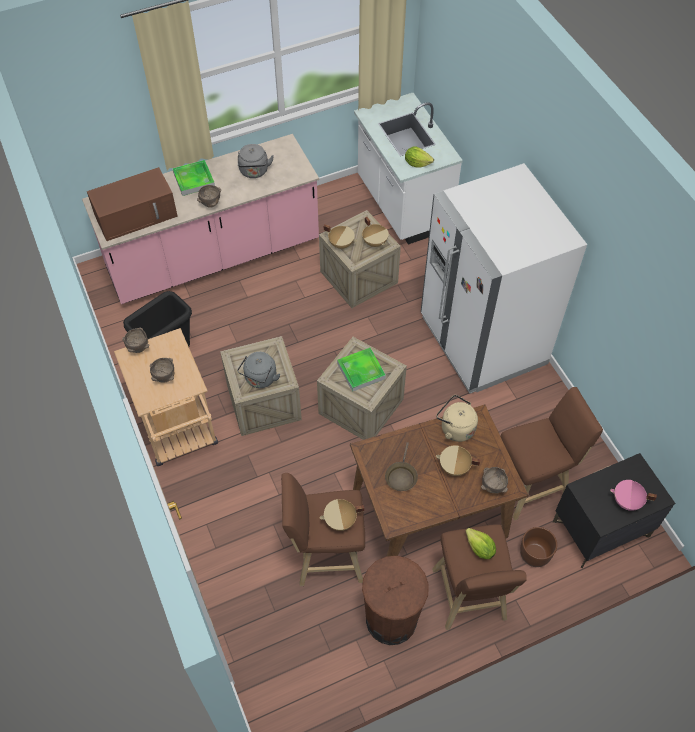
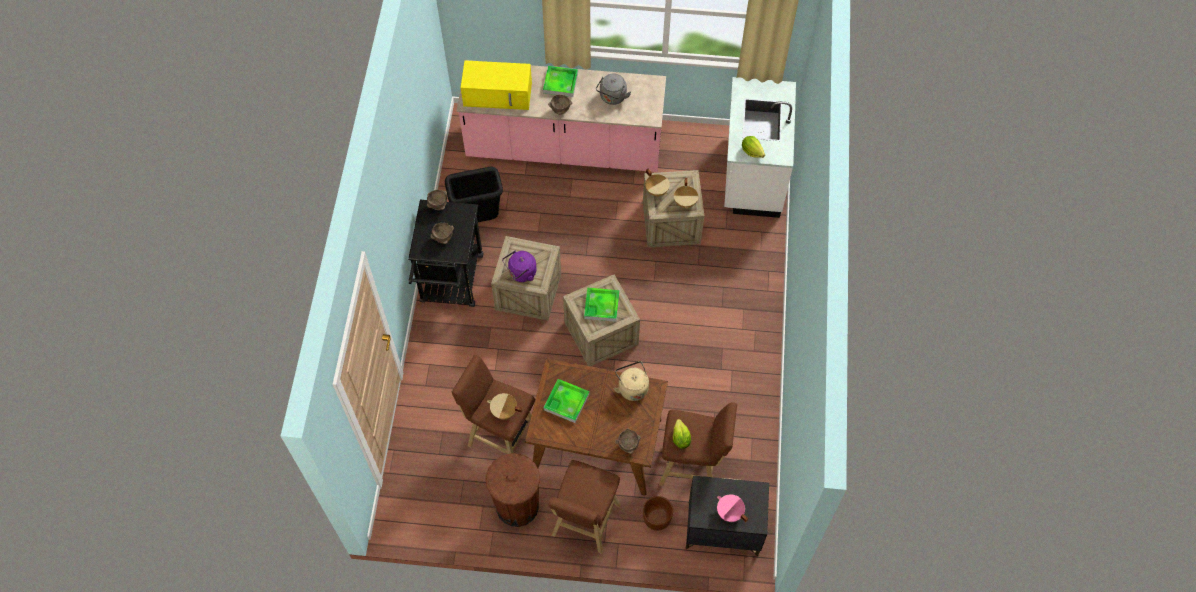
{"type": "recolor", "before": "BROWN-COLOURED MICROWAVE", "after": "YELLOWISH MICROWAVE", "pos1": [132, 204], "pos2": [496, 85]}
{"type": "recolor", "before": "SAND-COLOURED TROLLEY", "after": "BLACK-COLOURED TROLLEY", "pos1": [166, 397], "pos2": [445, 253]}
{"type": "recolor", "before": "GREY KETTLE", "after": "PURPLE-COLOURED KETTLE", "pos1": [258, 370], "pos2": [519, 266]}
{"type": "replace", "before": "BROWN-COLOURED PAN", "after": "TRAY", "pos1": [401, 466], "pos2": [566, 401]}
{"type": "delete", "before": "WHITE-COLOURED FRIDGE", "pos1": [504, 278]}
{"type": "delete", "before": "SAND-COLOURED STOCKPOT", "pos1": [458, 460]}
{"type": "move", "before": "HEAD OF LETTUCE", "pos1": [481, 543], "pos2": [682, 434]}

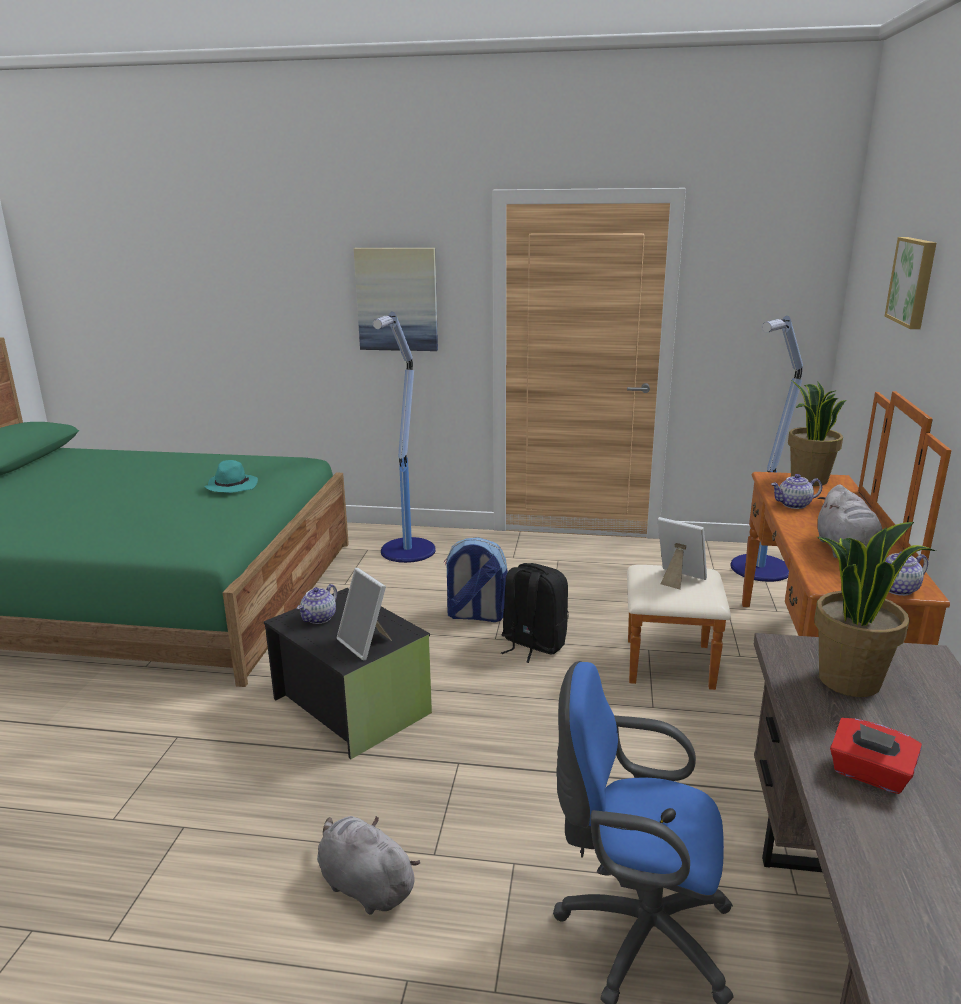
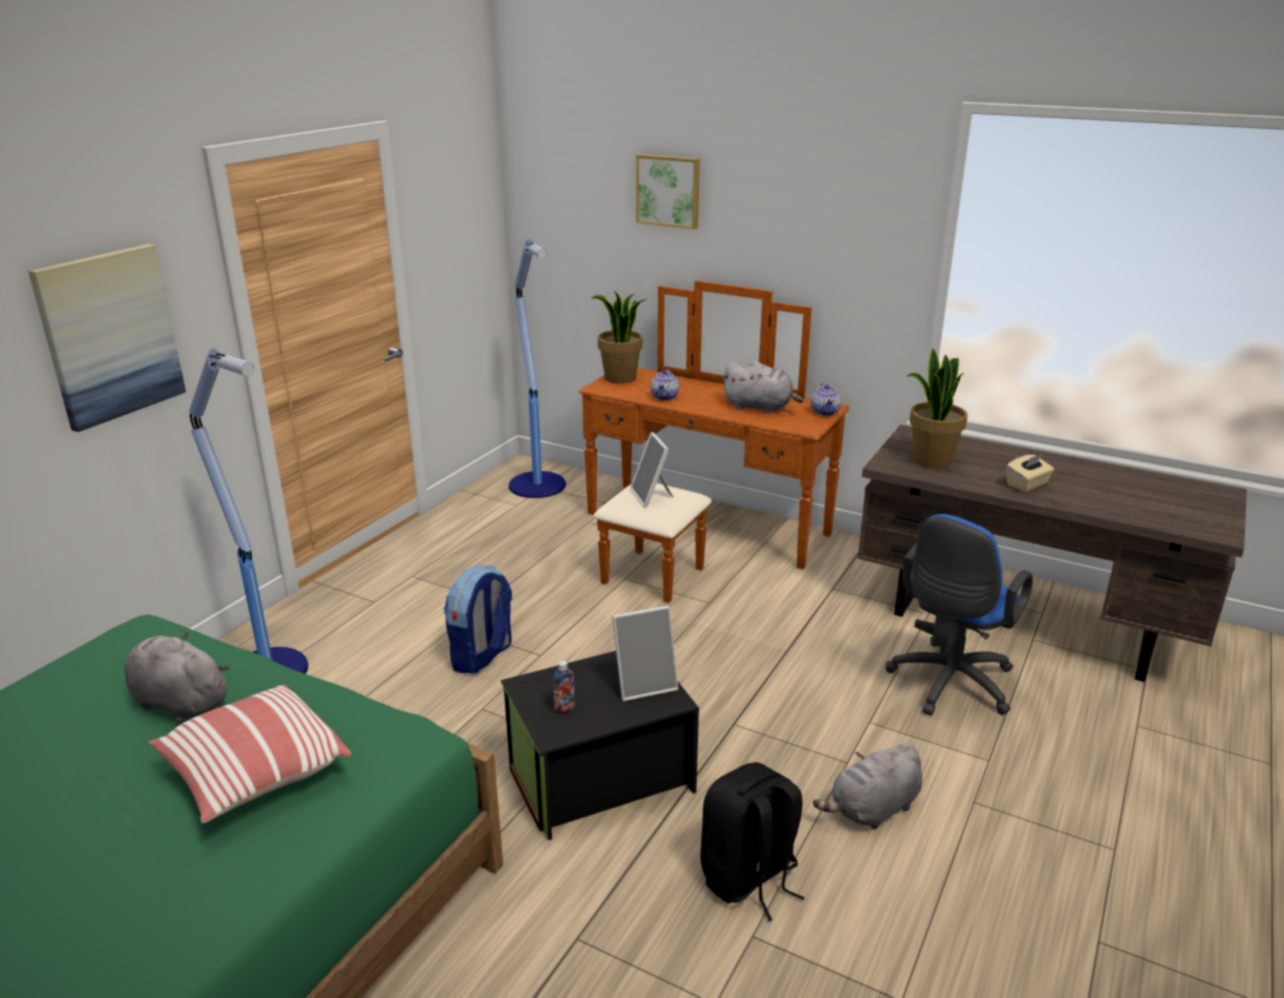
{"type": "replace", "before": "TURQUOISE WEARABLE HAT", "after": "GREY PLUSH TOY", "pos1": [231, 476], "pos2": [177, 677]}
{"type": "replace", "before": "TEAPOT", "after": "BOTTLE", "pos1": [317, 604], "pos2": [564, 687]}
{"type": "move", "before": "BLACK-COLOURED KNAPSACK", "pos1": [534, 613], "pos2": [753, 841]}
{"type": "rotate", "before": "STANDING FRAME", "pos1": [682, 553], "pos2": [651, 469], "turn": -75}
{"type": "recolor", "before": "RED-COLOURED BOX OF TISSUES", "after": "SAND-COLOURED BOX OF TISSUES", "pos1": [876, 756], "pos2": [1030, 473]}
{"type": "insert", "after": "PILLOW", "pos2": [250, 753]}

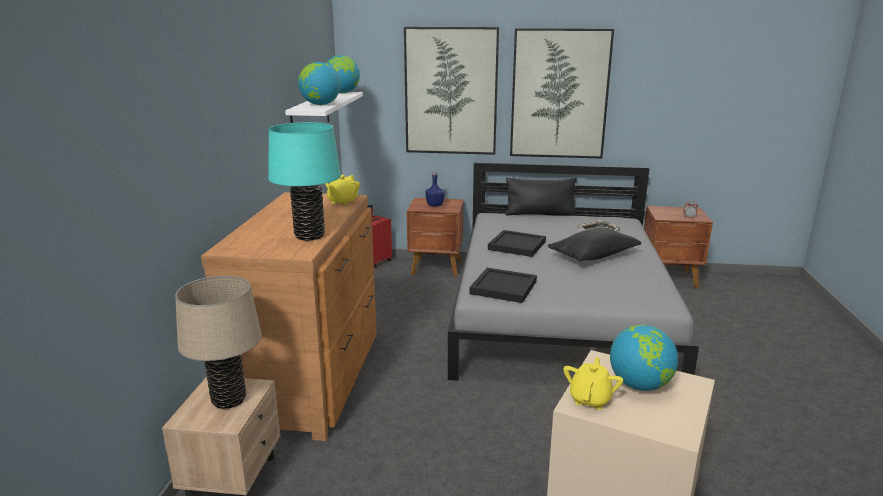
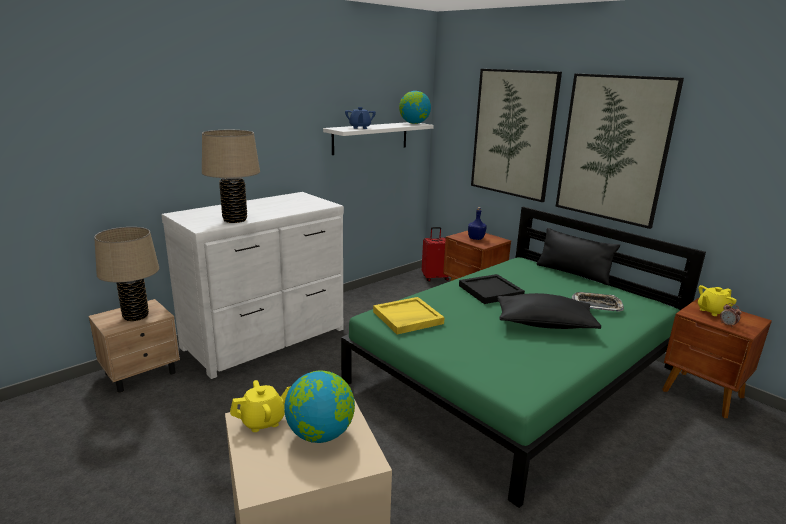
{"type": "recolor", "before": "BROWN-COLOURED CHEST OF DRAWERS", "after": "WHITE-COLOURED CHEST OF DRAWERS", "pos1": [289, 316], "pos2": [252, 285]}
{"type": "recolor", "before": "TURQUOISE LAMP FOR A TABLE", "after": "SAND-COLOURED LAMP FOR A TABLE", "pos1": [304, 181], "pos2": [231, 176]}
{"type": "replace", "before": "DESK GLOBE", "after": "BLUISH TEAPOT", "pos1": [319, 83], "pos2": [360, 118]}
{"type": "move", "before": "YELLOWISH TEAPOT", "pos1": [342, 190], "pos2": [717, 300]}
{"type": "recolor", "before": "GREY SLEEPING BED", "after": "GREENISH SLEEPING BED", "pos1": [573, 272], "pos2": [523, 357]}
{"type": "recolor", "before": "BLACK-COLOURED TRAY", "after": "YELLOWISH TRAY", "pos1": [503, 285], "pos2": [409, 316]}

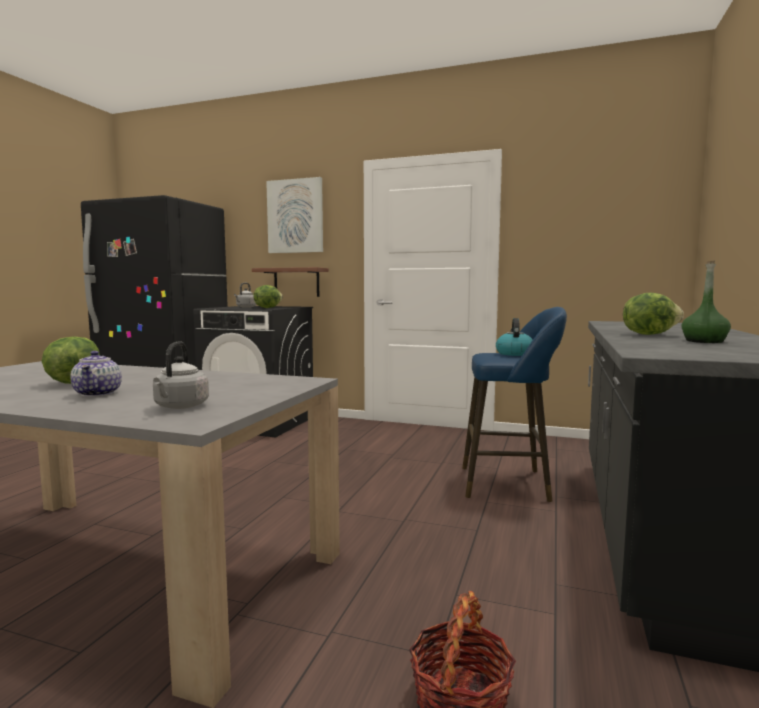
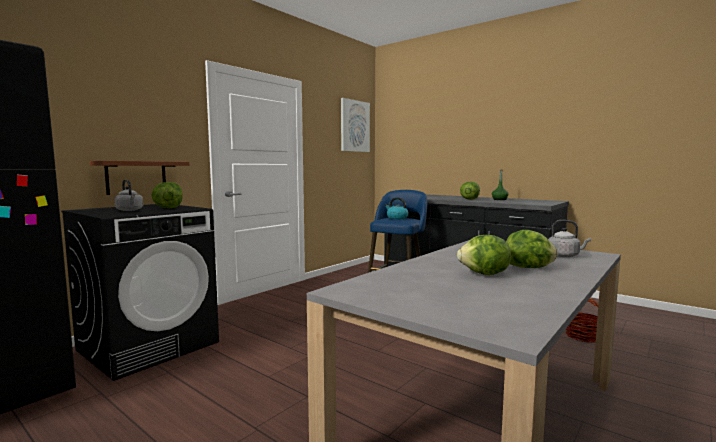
{"type": "replace", "before": "TEAPOT", "after": "HEAD OF LETTUCE", "pos1": [96, 374], "pos2": [532, 249]}
{"type": "move", "before": "PICTURE", "pos1": [294, 215], "pos2": [355, 125]}

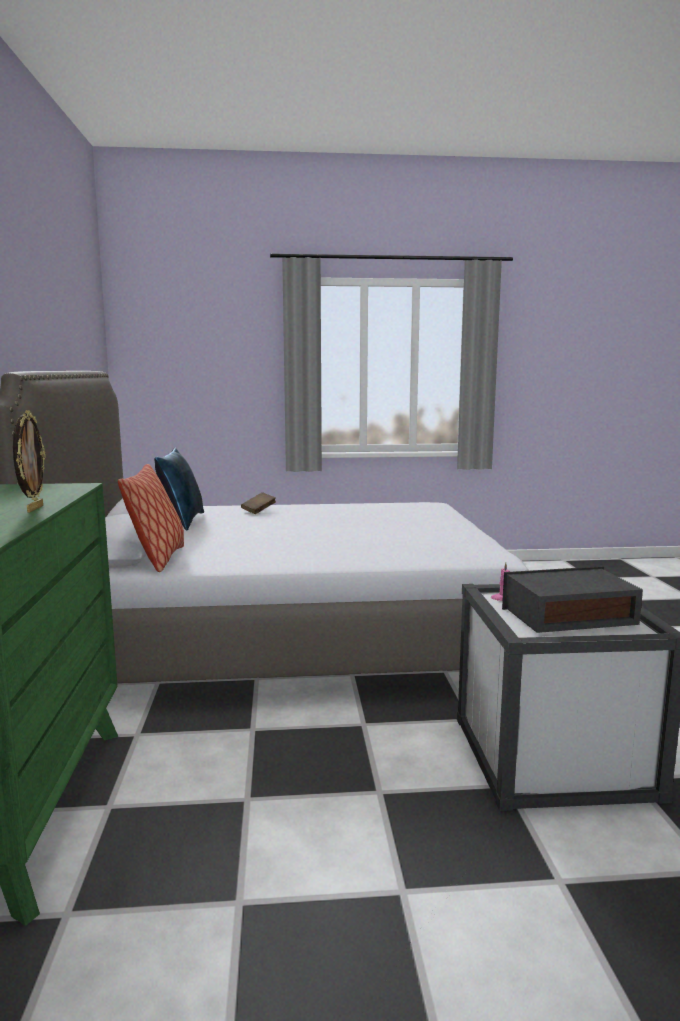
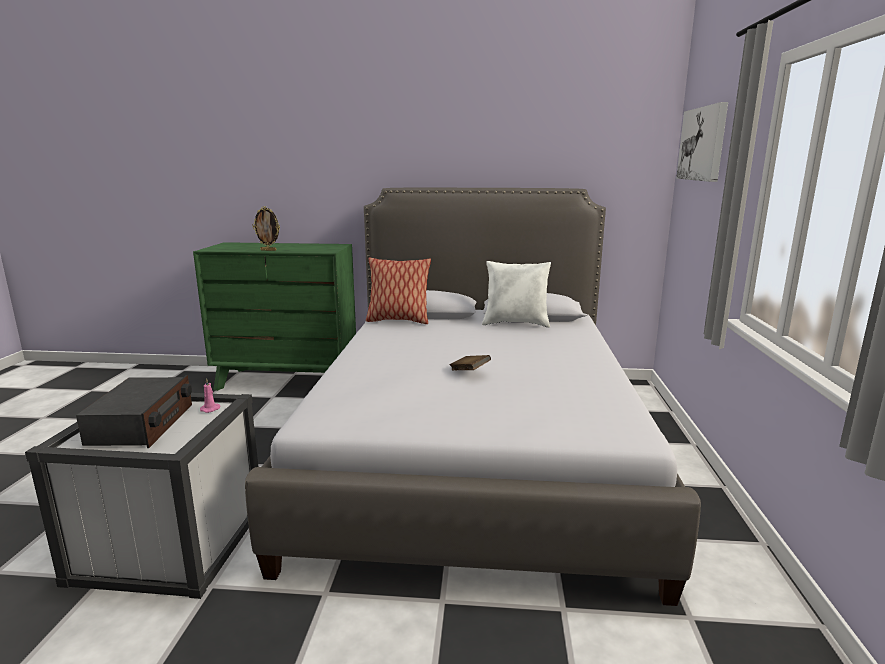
{"type": "recolor", "before": "BLUISH PILLOW", "after": "WHITE-COLOURED PILLOW", "pos1": [179, 489], "pos2": [516, 294]}
{"type": "move", "before": "BROWN-COLOURED BOOK", "pos1": [258, 503], "pos2": [470, 362]}
{"type": "insert", "after": "PICTURE", "pos2": [702, 142]}

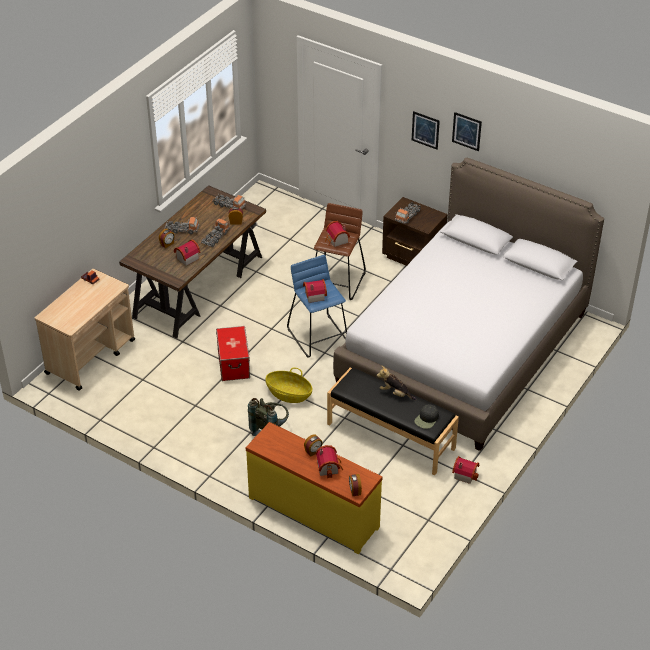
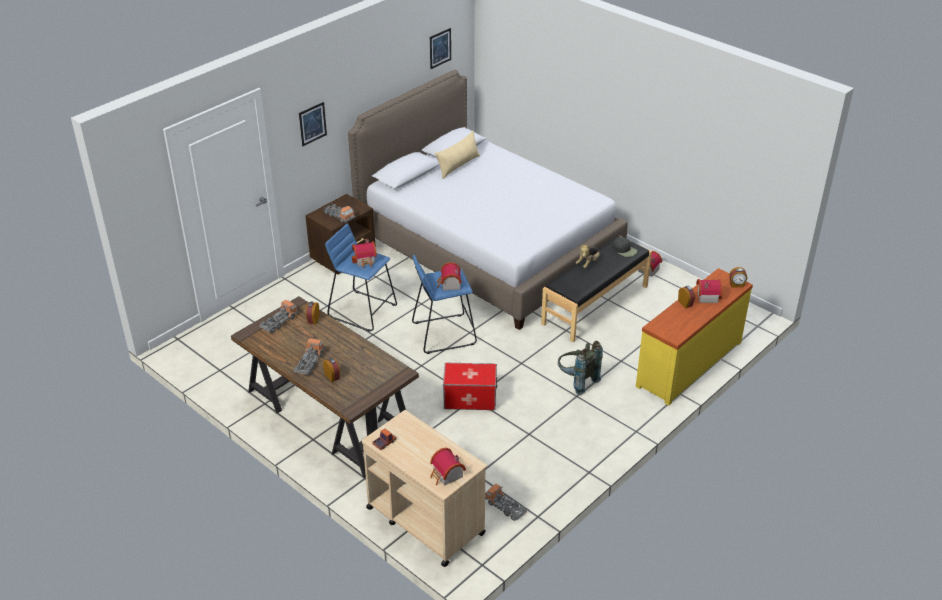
{"type": "move", "before": "TOY HOUSE", "pos1": [187, 252], "pos2": [448, 467]}
{"type": "move", "before": "TOY LORRY", "pos1": [215, 233], "pos2": [506, 502]}
{"type": "delete", "before": "BASKET", "pos1": [288, 385]}
{"type": "recolor", "before": "BROWN-COLOURED STOOL", "after": "BLUISH STOOL", "pos1": [340, 251], "pos2": [361, 278]}
{"type": "move", "before": "PICTURE", "pos1": [467, 131], "pos2": [440, 48]}
{"type": "insert", "after": "SAND-COLOURED PILLOW", "pos2": [457, 155]}

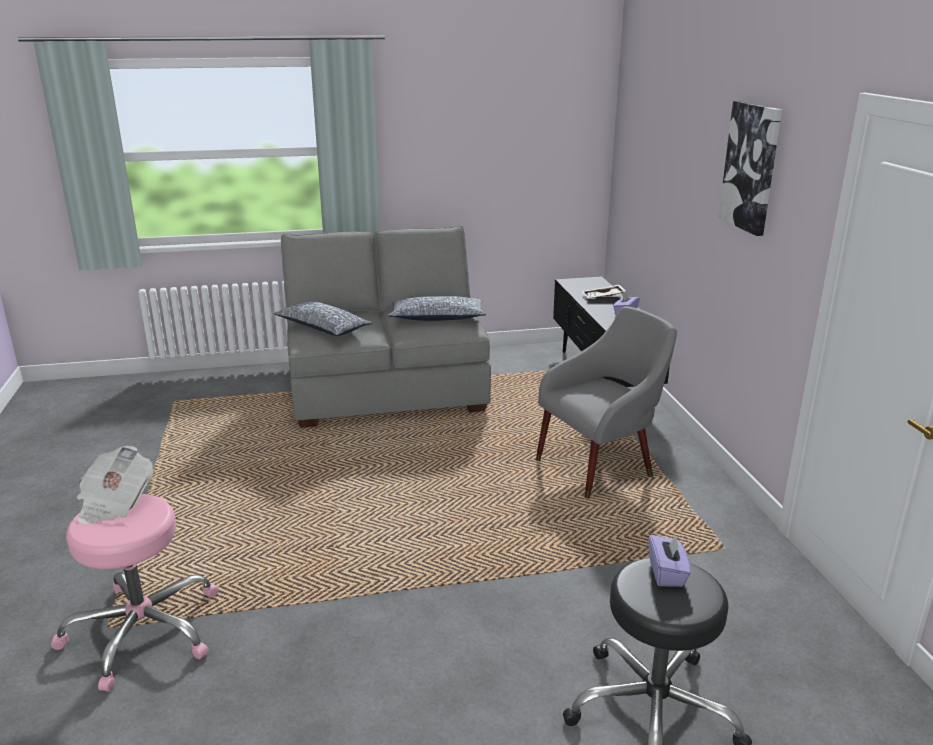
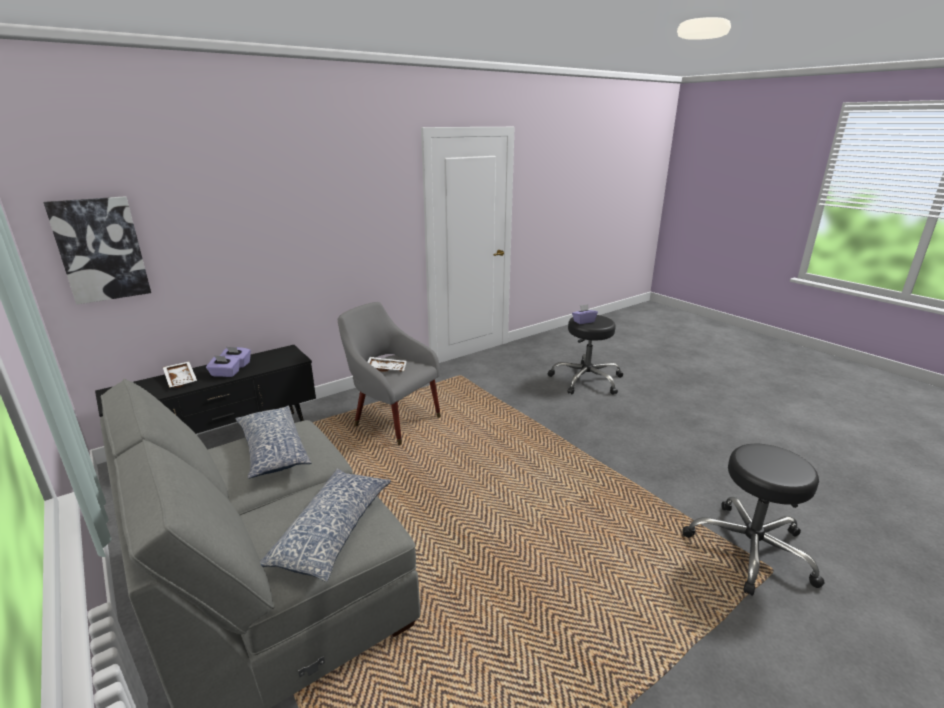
{"type": "recolor", "before": "PINK STOOL", "after": "BLACK-COLOURED STOOL", "pos1": [135, 593], "pos2": [753, 520]}
{"type": "delete", "before": "NEWSPAPER", "pos1": [115, 485]}
{"type": "move", "before": "PICTURE", "pos1": [750, 168], "pos2": [97, 250]}
{"type": "insert", "after": "PURPLE-COLOURED BOX OF TISSUES", "pos2": [223, 366]}
{"type": "insert", "after": "WHITE-COLOURED TRAY", "pos2": [387, 364]}

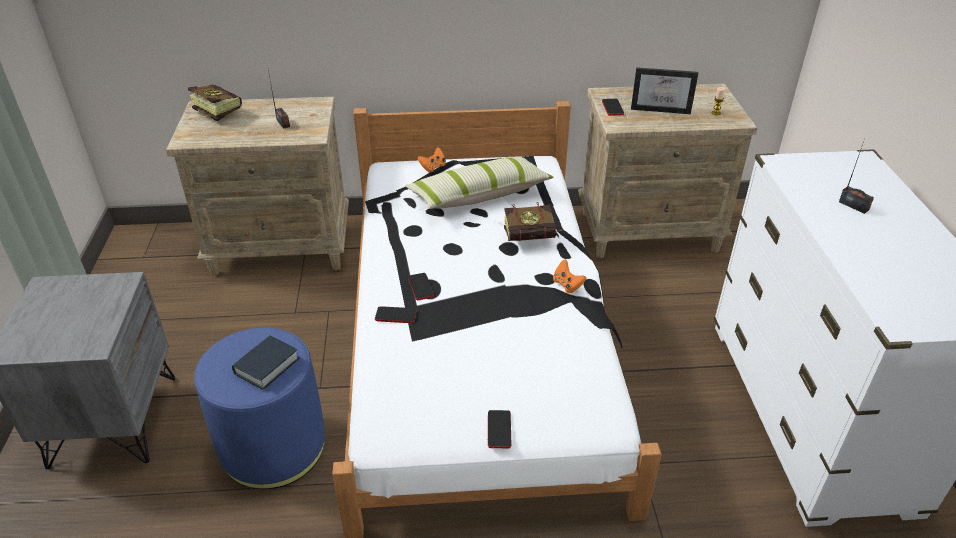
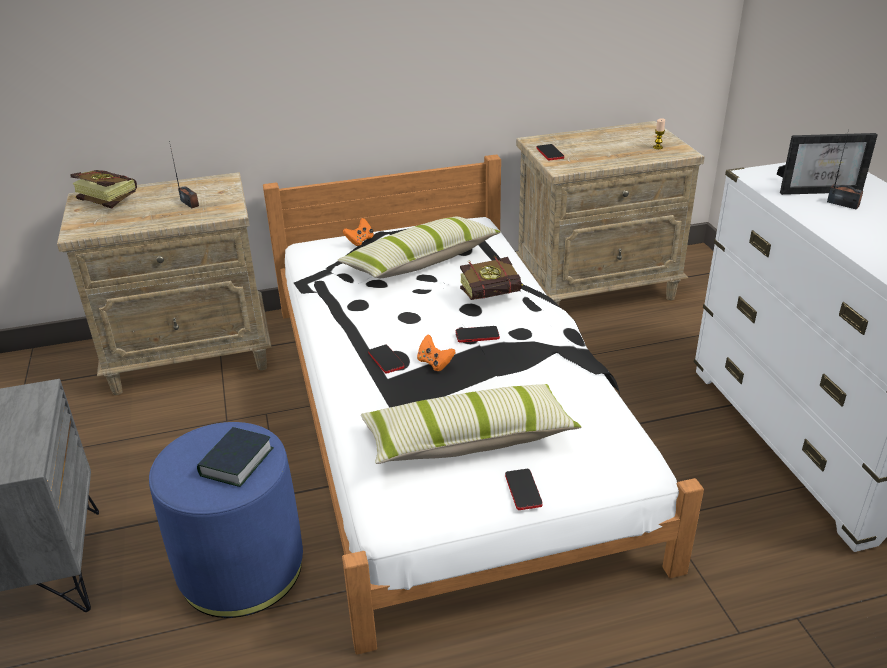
{"type": "move", "before": "HANDSET", "pos1": [396, 314], "pos2": [478, 334]}
{"type": "move", "before": "ORANGE-COLOURED GAMEPAD", "pos1": [569, 276], "pos2": [436, 352]}
{"type": "move", "before": "STANDING FRAME", "pos1": [664, 90], "pos2": [827, 164]}
{"type": "insert", "after": "PILLOW", "pos2": [471, 424]}

